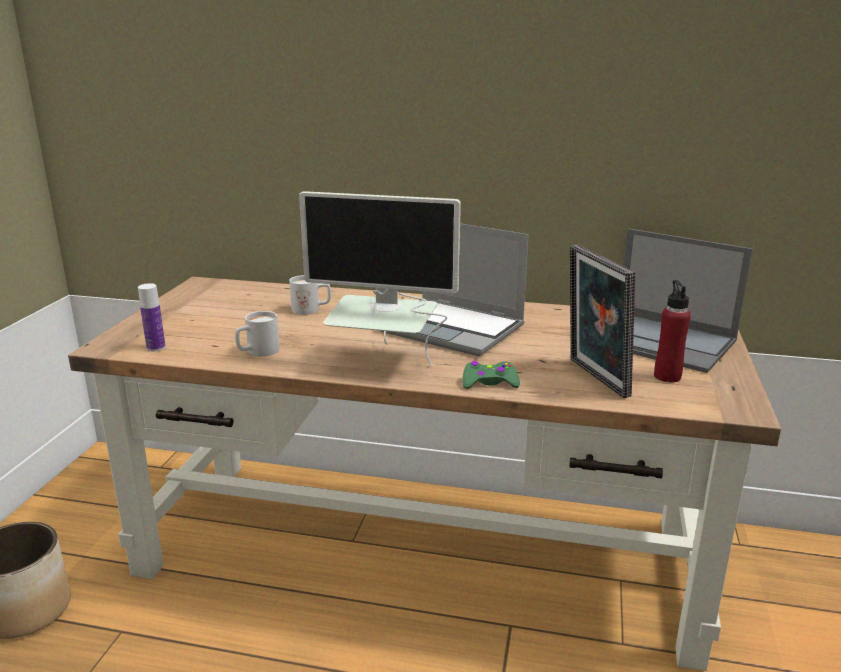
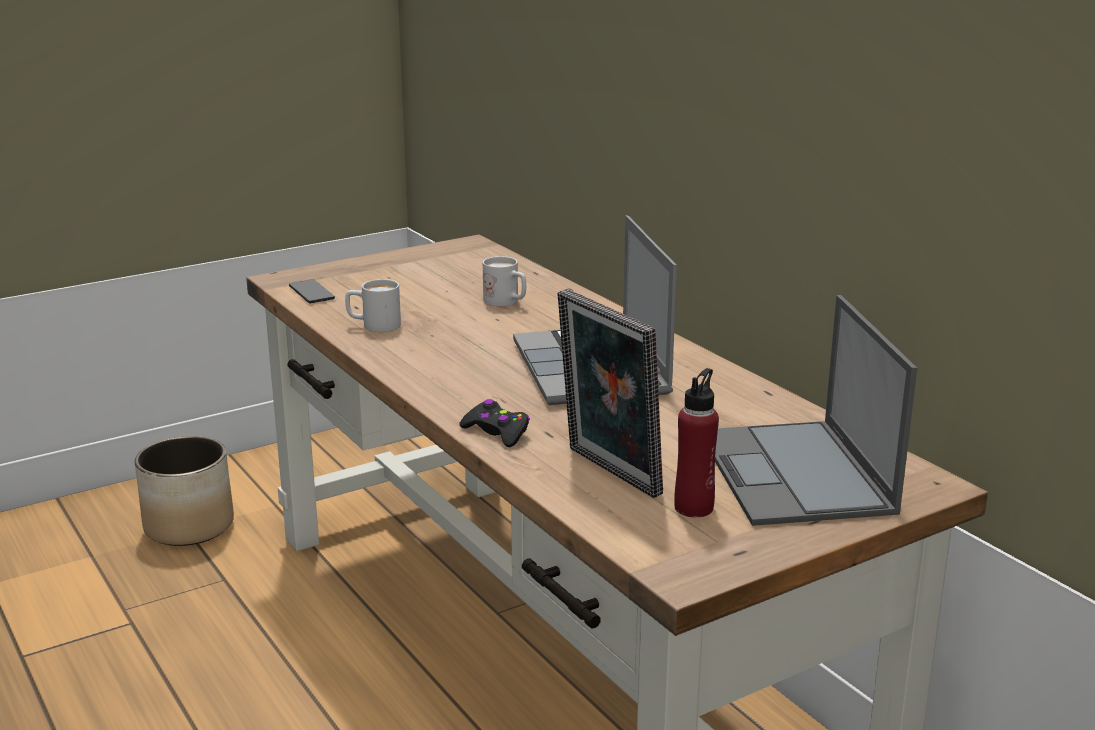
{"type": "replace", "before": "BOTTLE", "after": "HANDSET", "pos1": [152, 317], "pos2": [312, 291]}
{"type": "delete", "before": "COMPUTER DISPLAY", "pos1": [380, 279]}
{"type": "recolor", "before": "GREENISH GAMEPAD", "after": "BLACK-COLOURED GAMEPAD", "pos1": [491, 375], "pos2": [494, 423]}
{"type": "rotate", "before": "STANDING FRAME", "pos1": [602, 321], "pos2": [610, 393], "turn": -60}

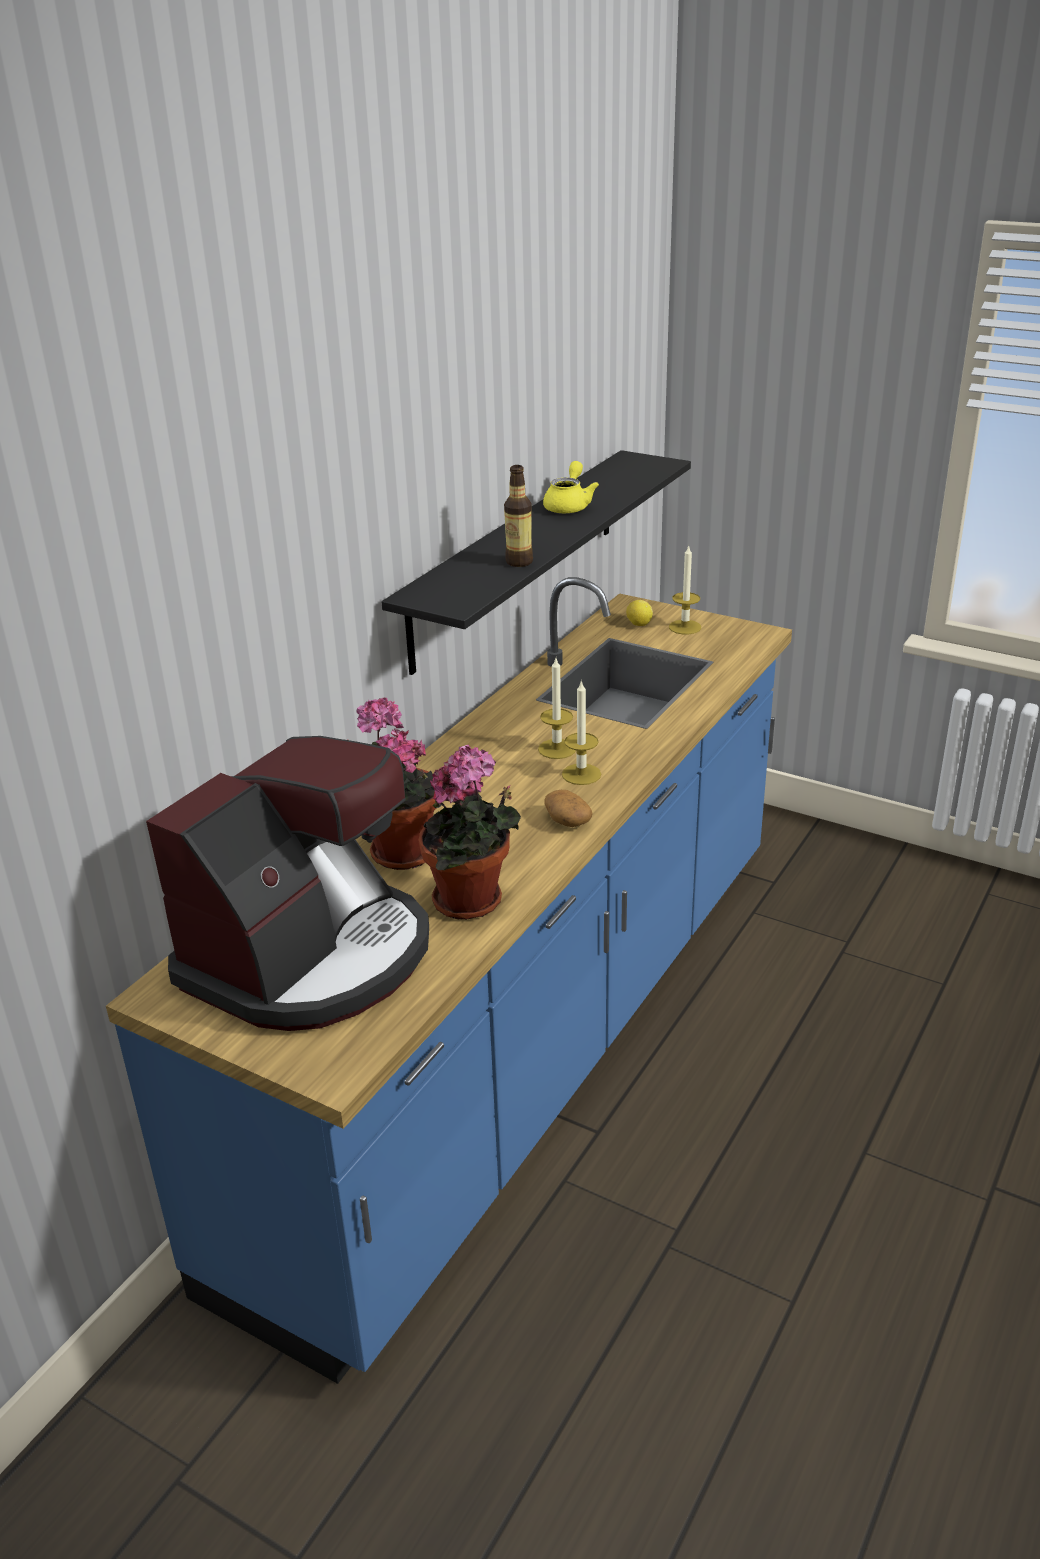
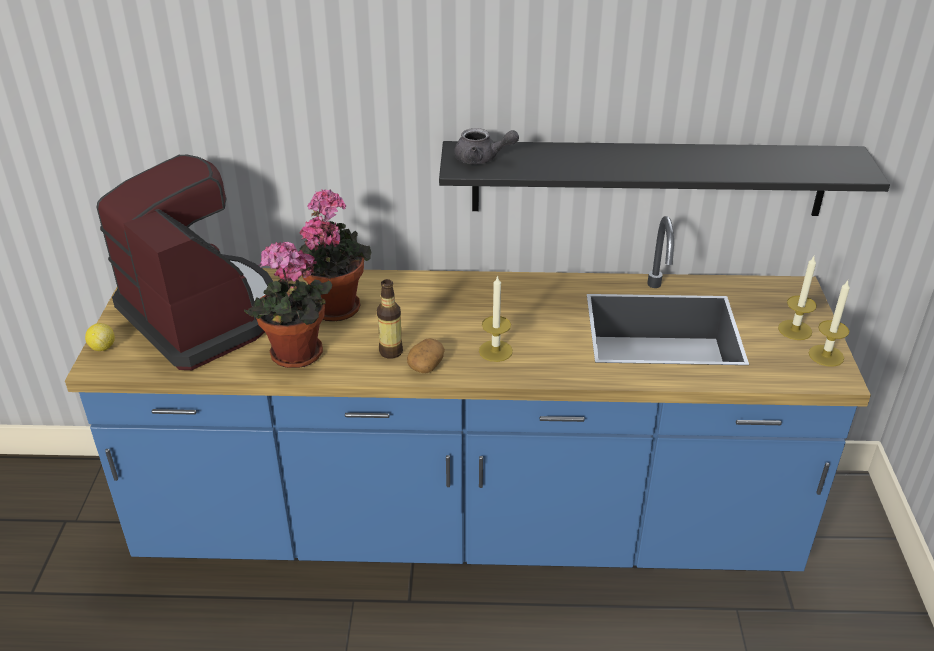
{"type": "rotate", "before": "COFFEE BREWER", "pos1": [287, 883], "pos2": [185, 262], "turn": -135}
{"type": "move", "before": "BOTTLE", "pos1": [518, 516], "pos2": [390, 319]}
{"type": "move", "before": "WAX CANDLE", "pos1": [557, 708], "pos2": [829, 324]}
{"type": "delete", "before": "YELLOWISH TEAPOT", "pos1": [571, 487]}
{"type": "move", "before": "CITRUS FRUIT", "pos1": [639, 613], "pos2": [100, 337]}
{"type": "insert", "after": "GREY TEAPOT", "pos2": [486, 146]}

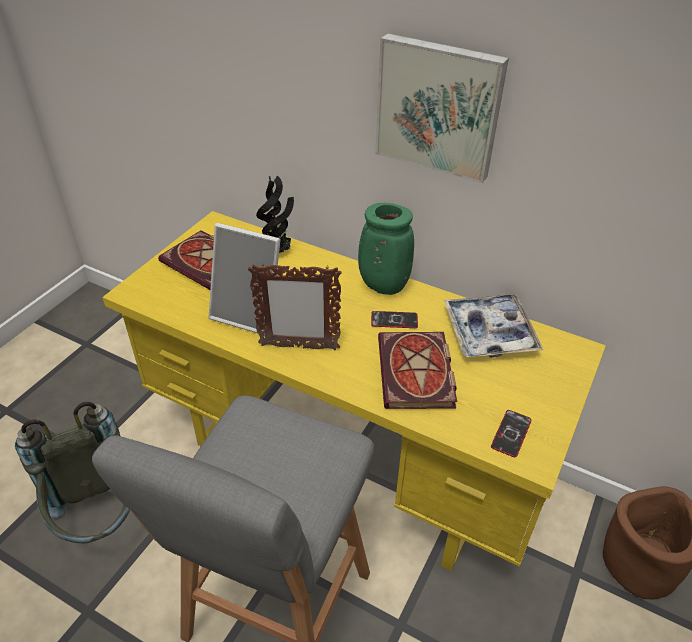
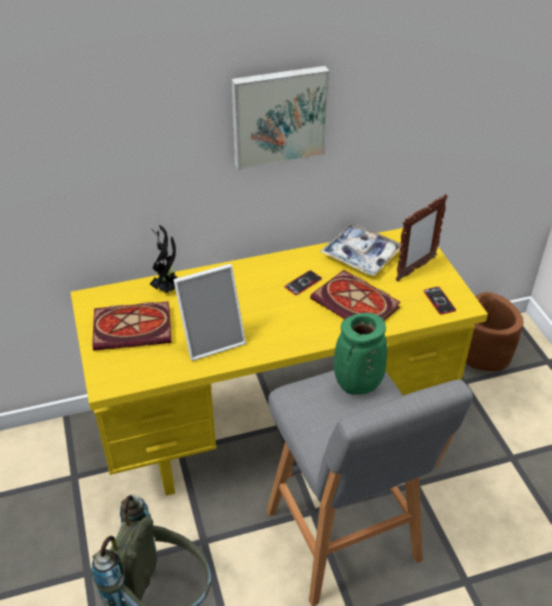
{"type": "move", "before": "STANDING FRAME", "pos1": [294, 306], "pos2": [422, 238]}
{"type": "move", "before": "GREENISH DECORATIVE VASE", "pos1": [386, 249], "pos2": [360, 354]}

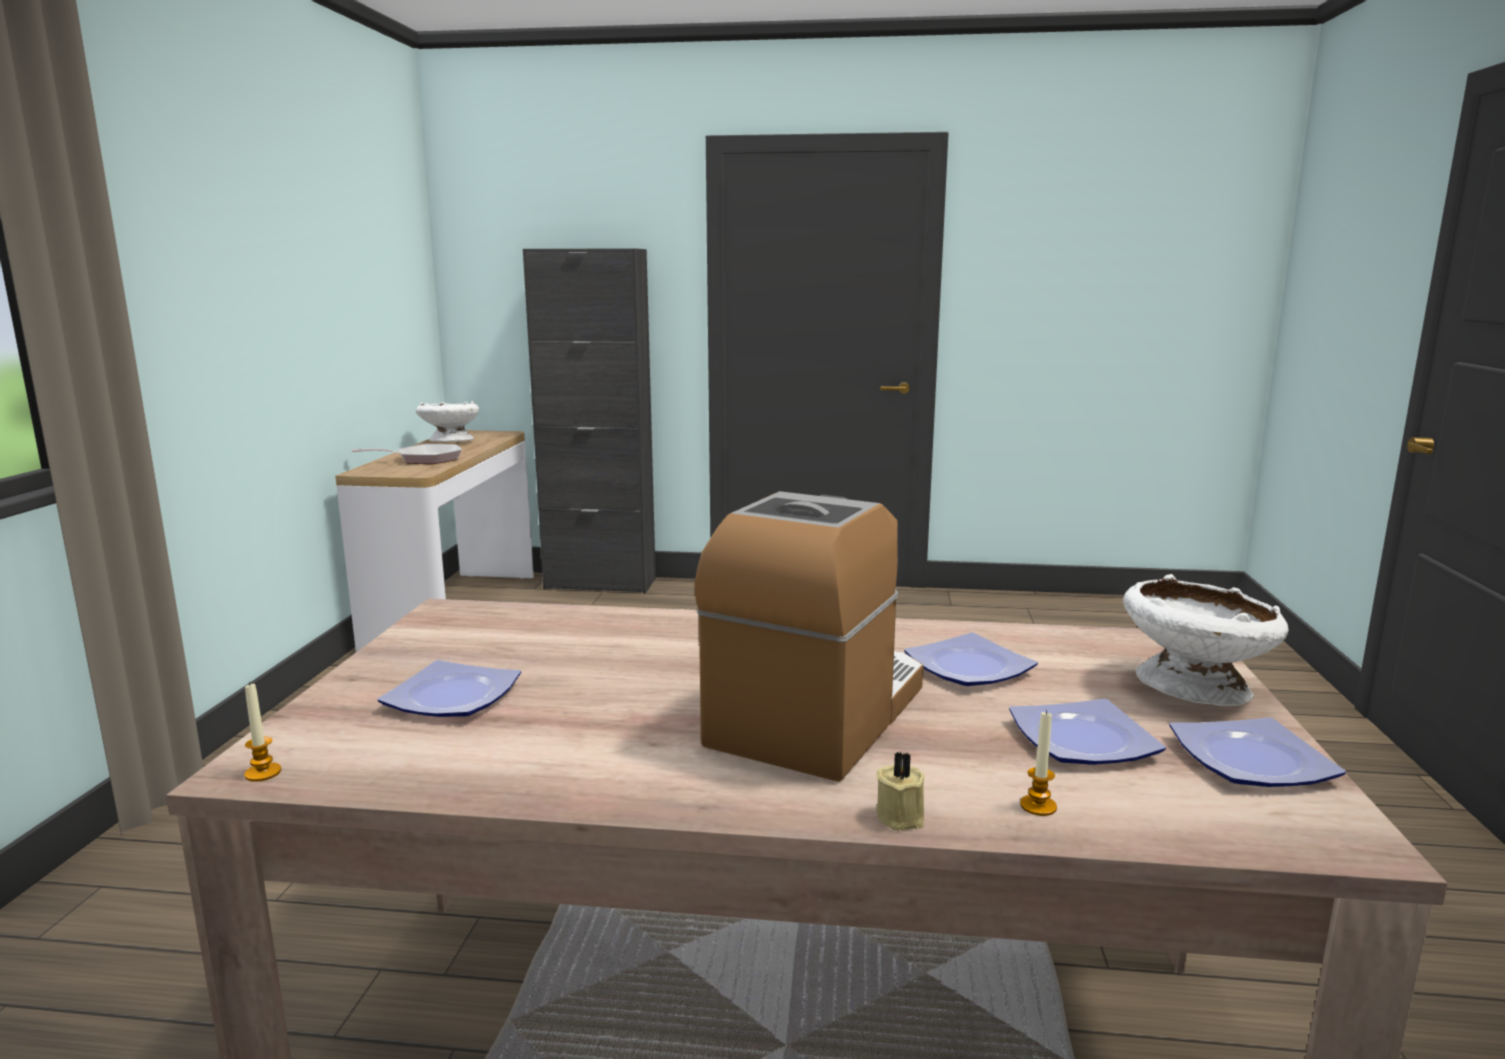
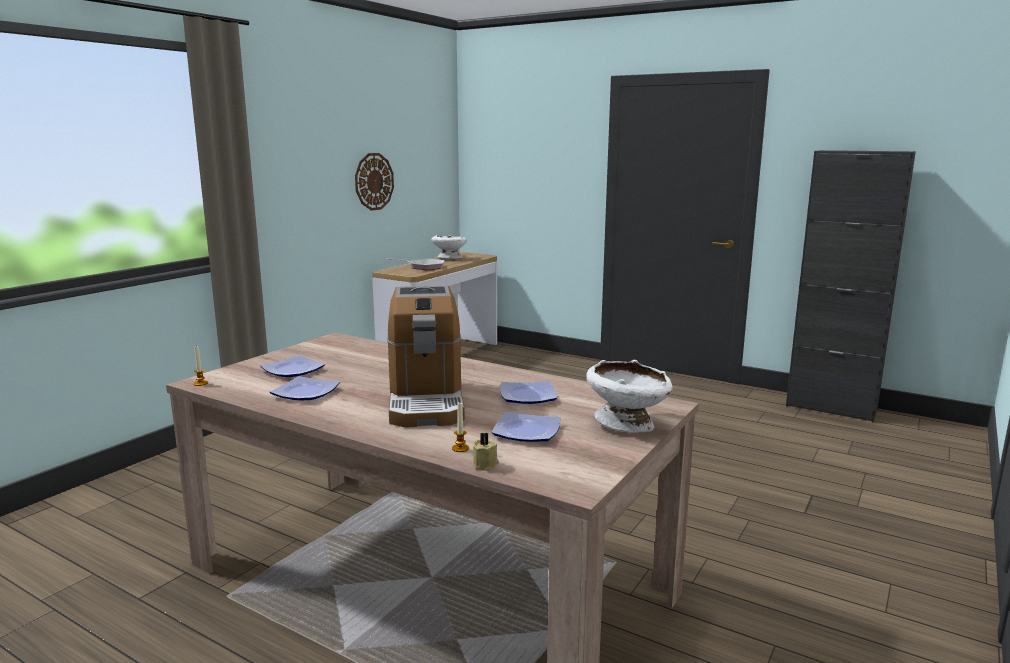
{"type": "move", "before": "BLACK-COLOURED CABINET", "pos1": [589, 421], "pos2": [851, 286]}
{"type": "rotate", "before": "COFFEE BREWER", "pos1": [809, 636], "pos2": [426, 357], "turn": 120}
{"type": "move", "before": "SAND-COLOURED WAX CANDLE", "pos1": [900, 791], "pos2": [485, 451]}
{"type": "move", "before": "FLAT DISH", "pos1": [1257, 752], "pos2": [305, 388]}
{"type": "insert", "after": "HANGING CLOCK", "pos2": [374, 182]}

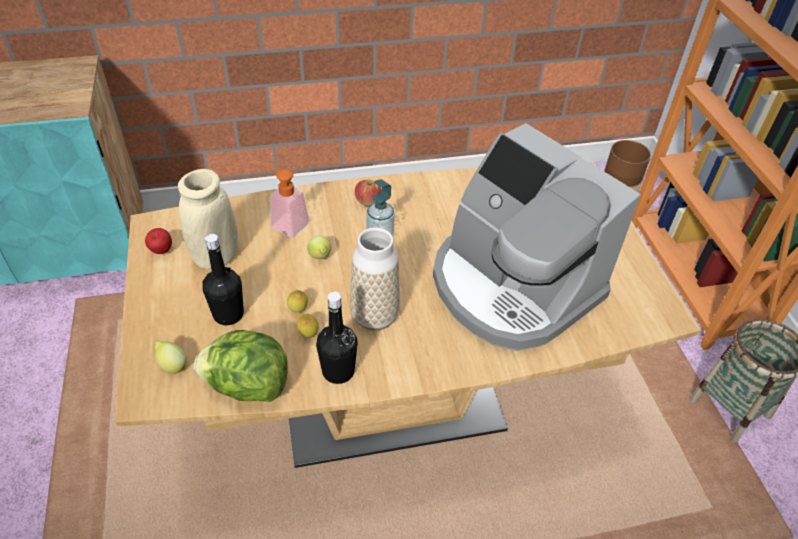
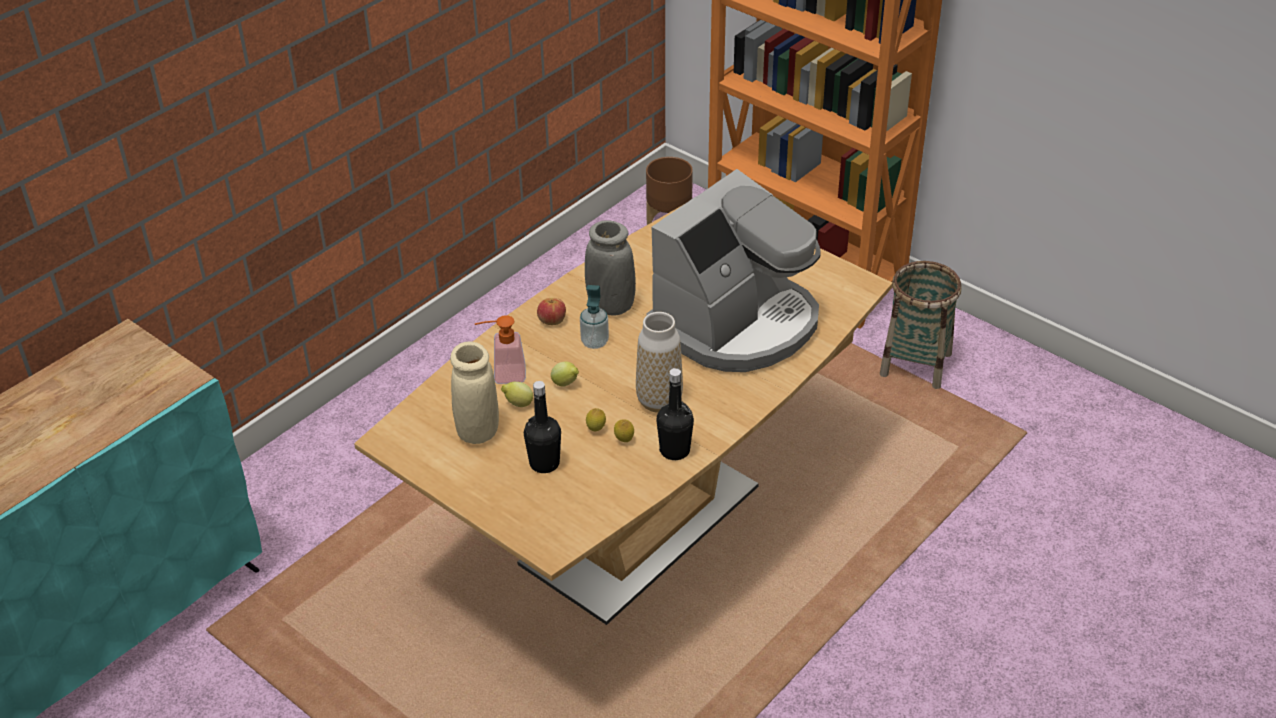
{"type": "delete", "before": "APPLE FRUIT", "pos1": [158, 241]}
{"type": "move", "before": "CITRUS FRUIT", "pos1": [170, 357], "pos2": [517, 394]}
{"type": "delete", "before": "HEAD OF LETTUCE", "pos1": [241, 366]}
{"type": "rotate", "before": "COFFEE BREWER", "pos1": [537, 237], "pos2": [733, 270], "turn": -60}
{"type": "insert", "after": "GREY DECORATIVE VASE", "pos2": [610, 268]}

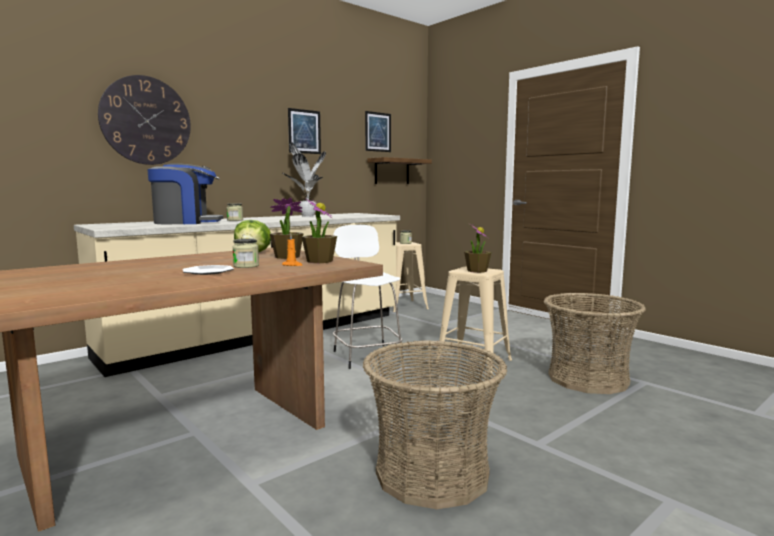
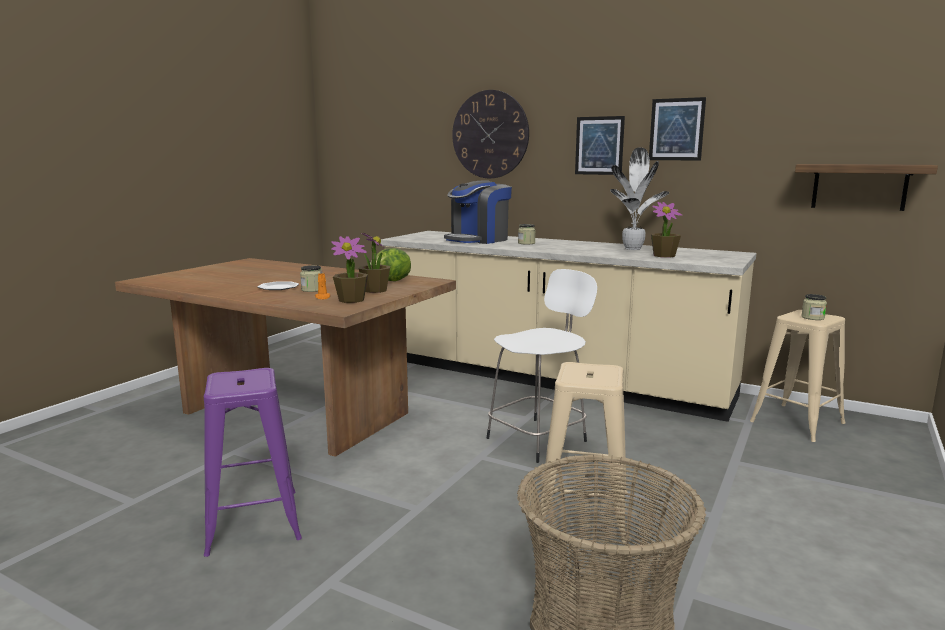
{"type": "rotate", "before": "COFFEE BREWER", "pos1": [185, 193], "pos2": [478, 212], "turn": 75}
{"type": "replace", "before": "BASKET", "after": "PURPLE-COLOURED STOOL", "pos1": [435, 424], "pos2": [253, 462]}
{"type": "move", "before": "PICTURE", "pos1": [378, 131], "pos2": [600, 145]}
{"type": "move", "before": "PLANT IN A POT", "pos1": [478, 248], "pos2": [666, 230]}

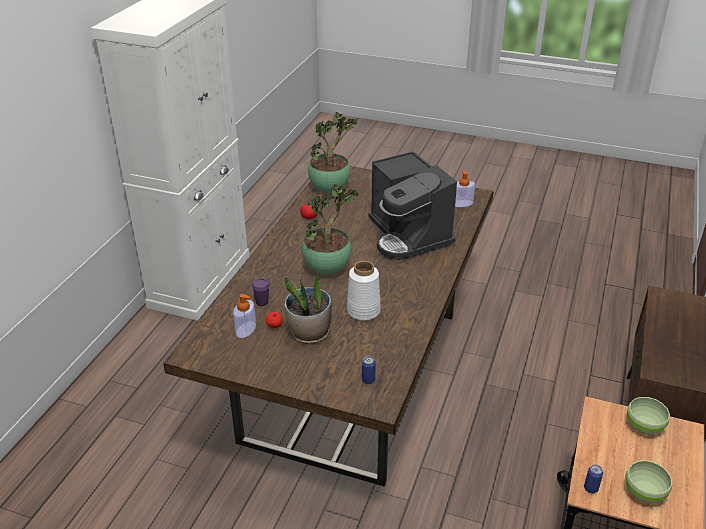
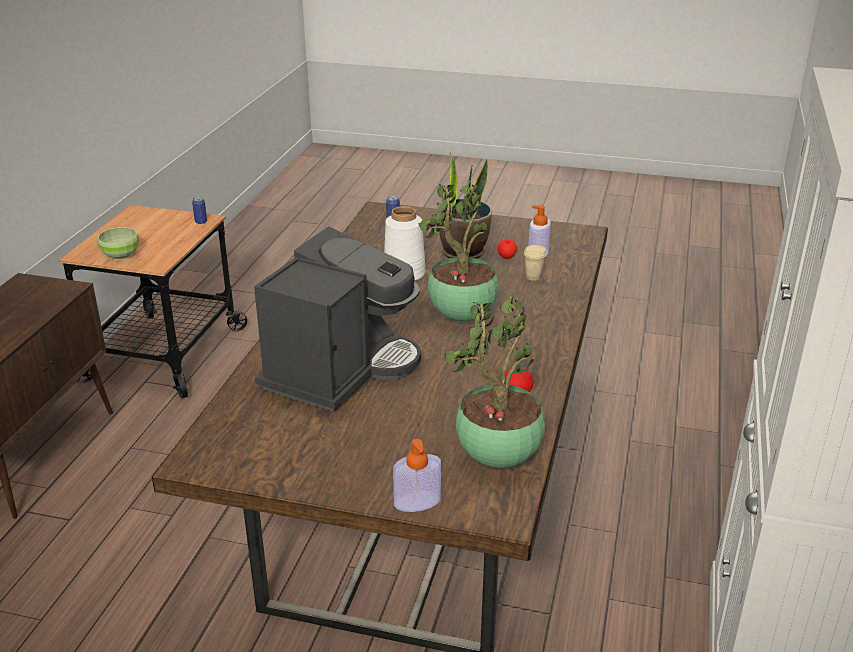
{"type": "recolor", "before": "PURPLE-COLOURED DRINKING CUP", "after": "SAND-COLOURED DRINKING CUP", "pos1": [261, 292], "pos2": [535, 263]}
{"type": "rotate", "before": "COFFEE BREWER", "pos1": [412, 205], "pos2": [337, 319], "turn": 60}
{"type": "move", "before": "SOAP DISPENSER", "pos1": [465, 188], "pos2": [417, 475]}
{"type": "delete", "before": "GREENISH SERVING BOWL", "pos1": [649, 481]}

